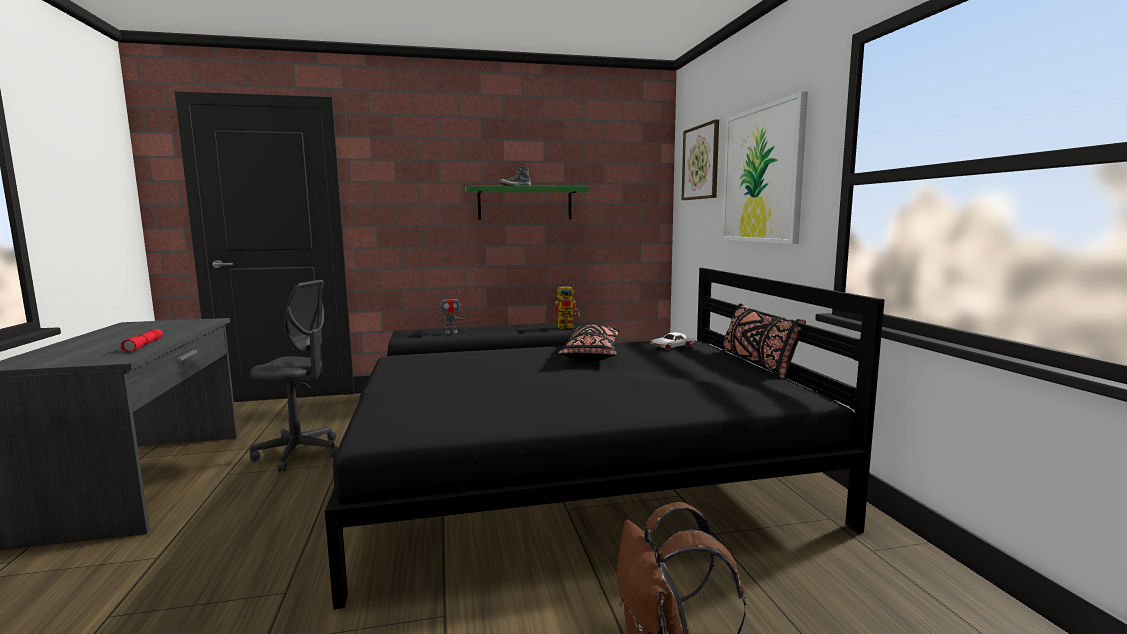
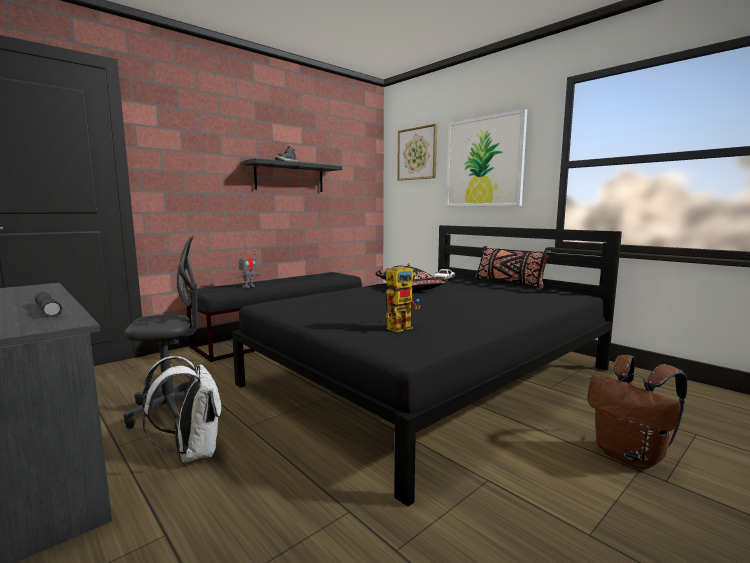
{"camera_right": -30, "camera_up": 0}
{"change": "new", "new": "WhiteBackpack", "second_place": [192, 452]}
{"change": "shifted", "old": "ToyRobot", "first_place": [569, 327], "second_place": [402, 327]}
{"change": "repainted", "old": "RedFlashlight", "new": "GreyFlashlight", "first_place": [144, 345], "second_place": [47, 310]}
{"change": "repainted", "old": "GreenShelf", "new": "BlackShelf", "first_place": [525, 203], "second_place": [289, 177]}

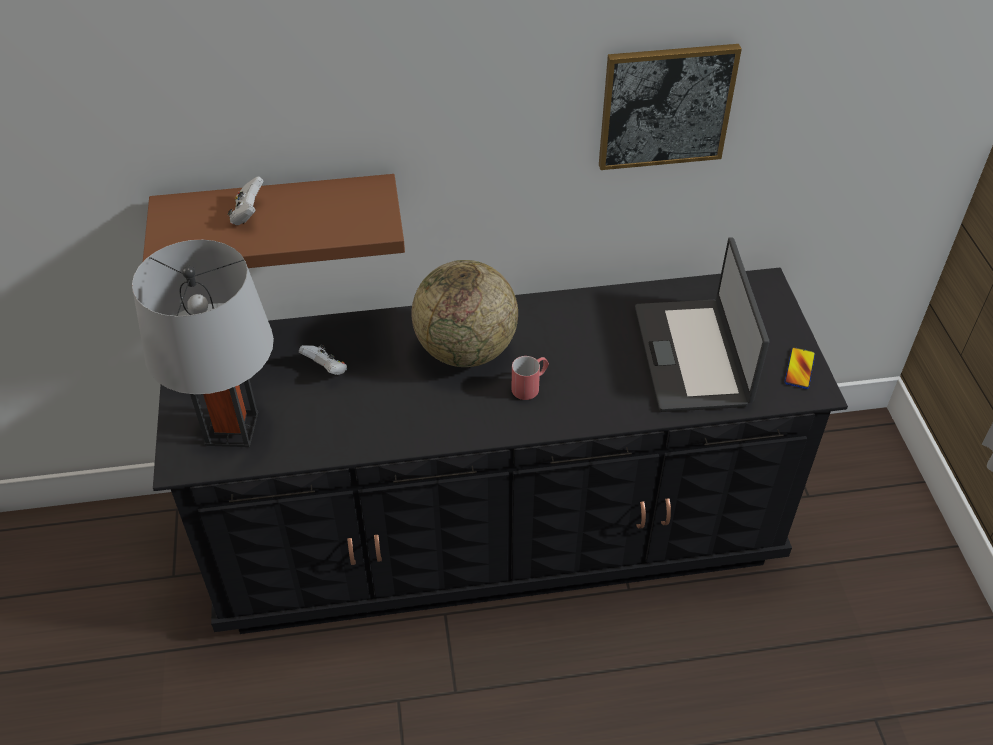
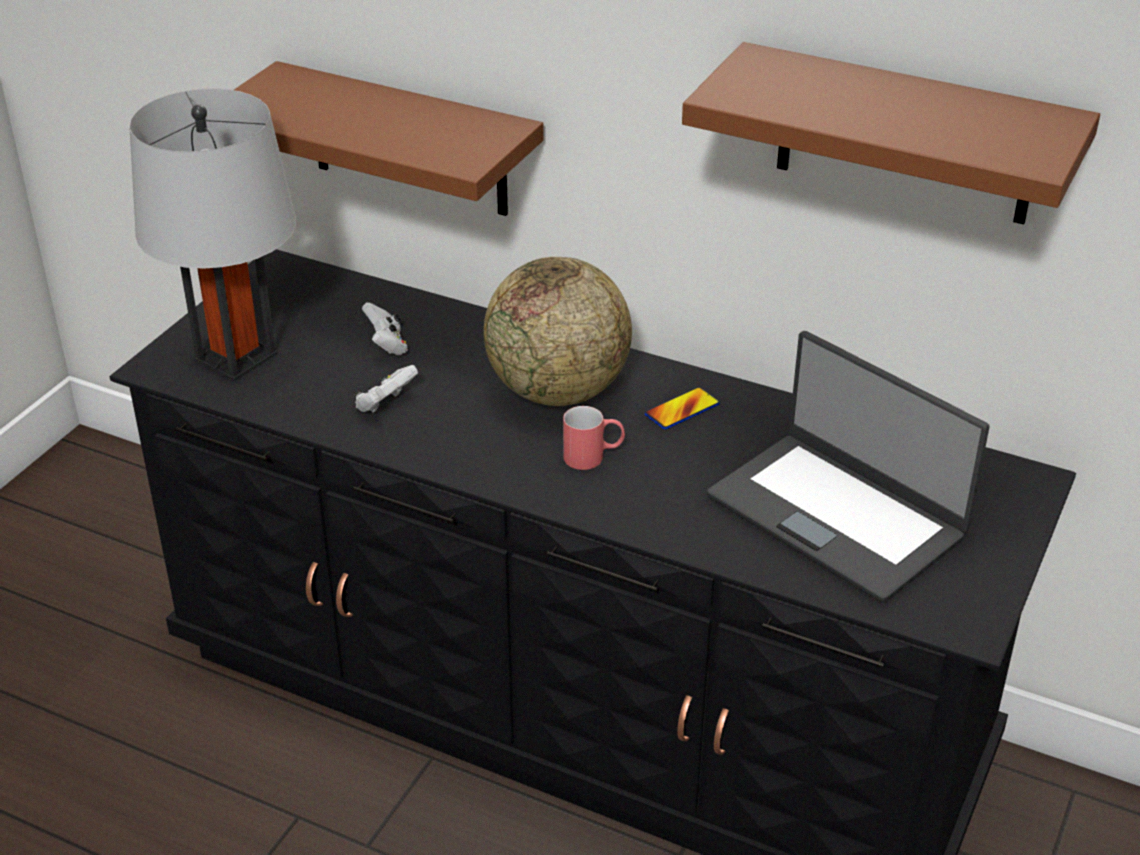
{"camera_right": 35, "camera_up": -10}
{"change": "shifted", "old": "WhiteGameController", "first_place": [248, 214], "second_place": [385, 405]}
{"change": "shifted", "old": "Phone", "first_place": [799, 369], "second_place": [682, 410]}
{"change": "swapped", "old": "Picture", "new": "BrownShelf", "first_place": [666, 106], "second_place": [906, 135]}
{"change": "rotated", "old": "Laptop", "first_place": [693, 355], "second_place": [837, 515], "degrees": -75}

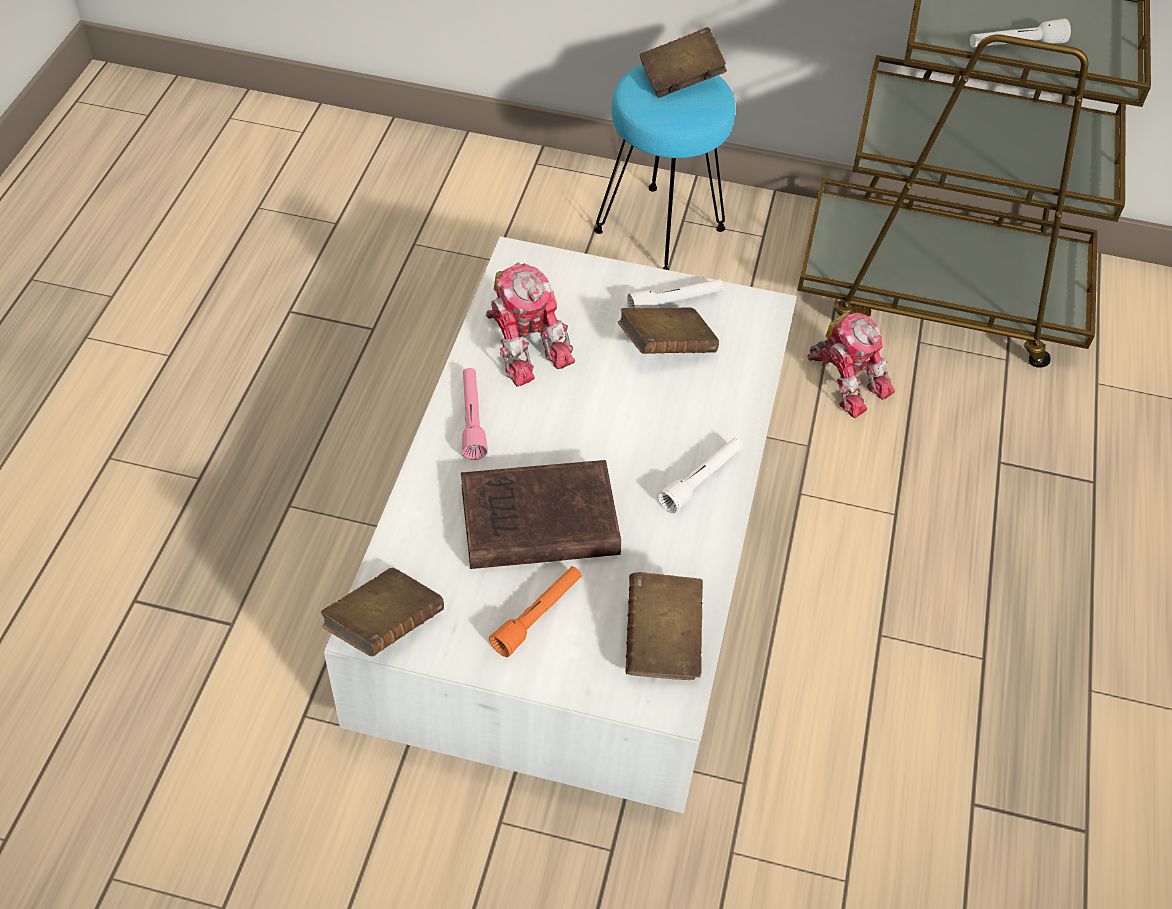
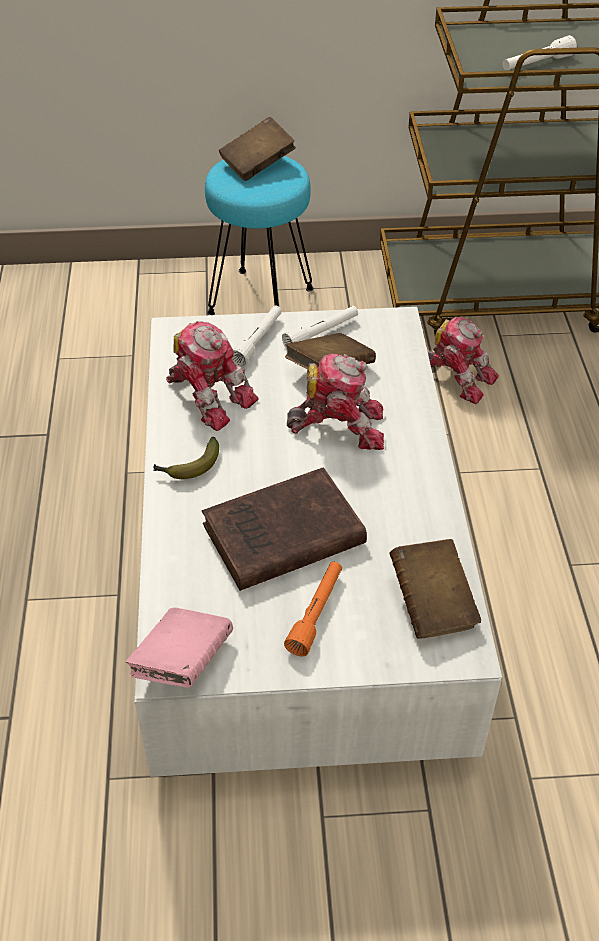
{"camera_right": -15, "camera_up": -5}
{"change": "new", "new": "ToyRobot", "second_place": [339, 425]}
{"change": "shifted", "old": "WhiteFlashlight", "first_place": [701, 480], "second_place": [258, 341]}
{"change": "swapped", "old": "PinkFlashlight", "new": "Banana", "first_place": [472, 419], "second_place": [189, 467]}
{"change": "repainted", "old": "BrownBook", "new": "PinkBook", "first_place": [384, 626], "second_place": [182, 662]}

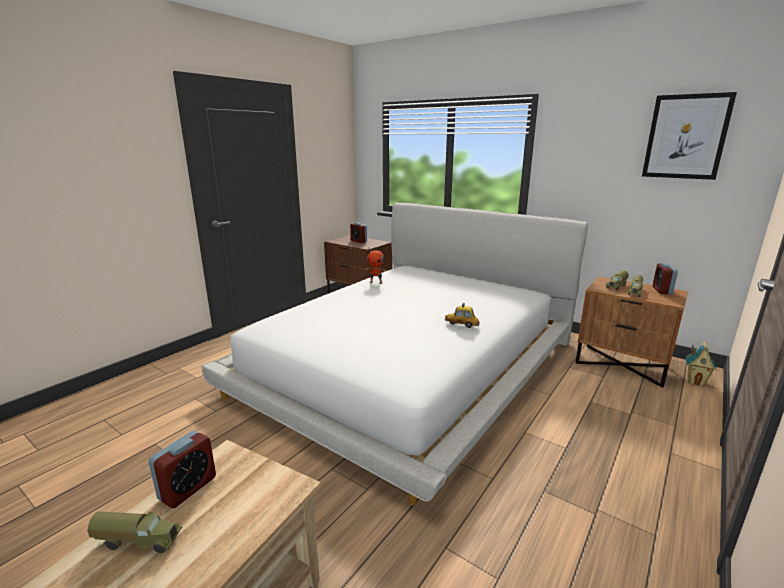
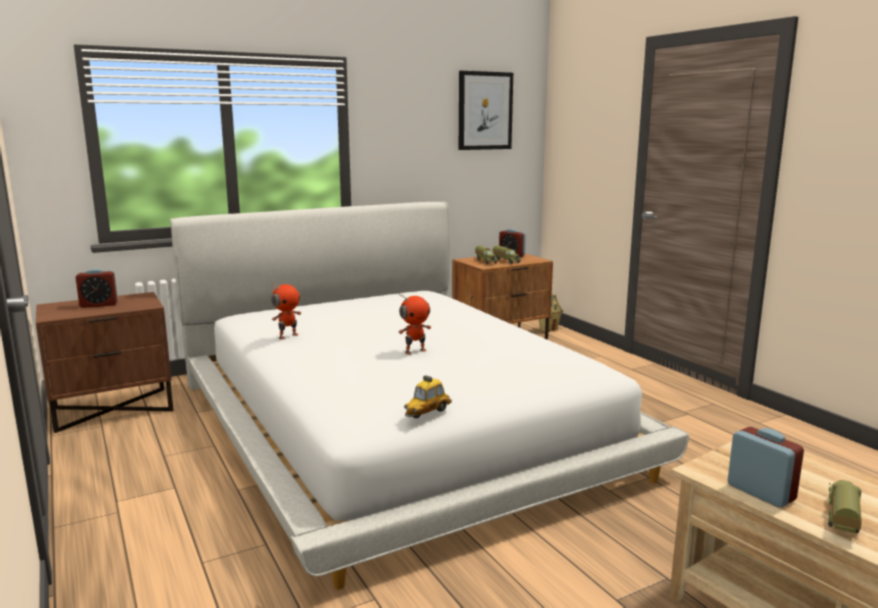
{"camera_right": -65, "camera_up": -5}
{"change": "new", "new": "ToyRobot", "second_place": [415, 351]}
{"change": "shifted", "old": "ToyCar", "first_place": [461, 324], "second_place": [427, 412]}

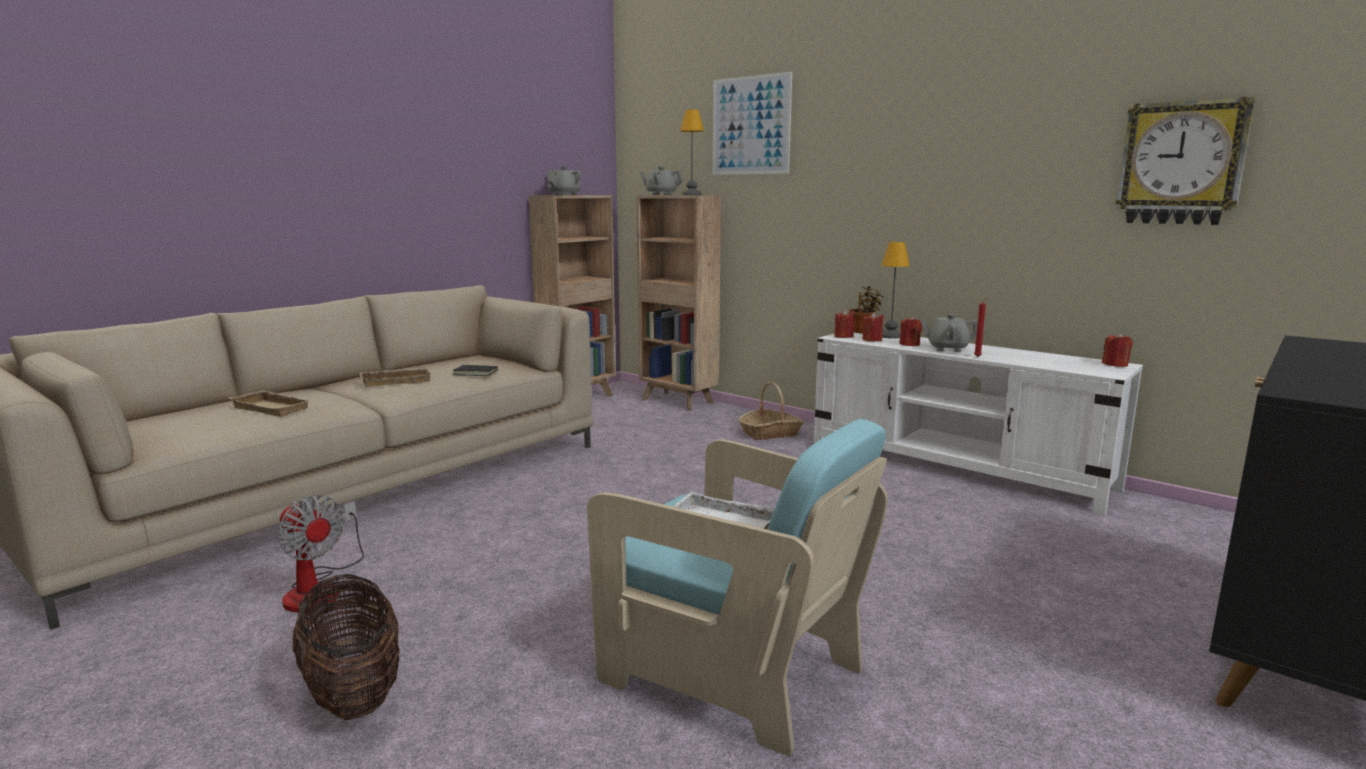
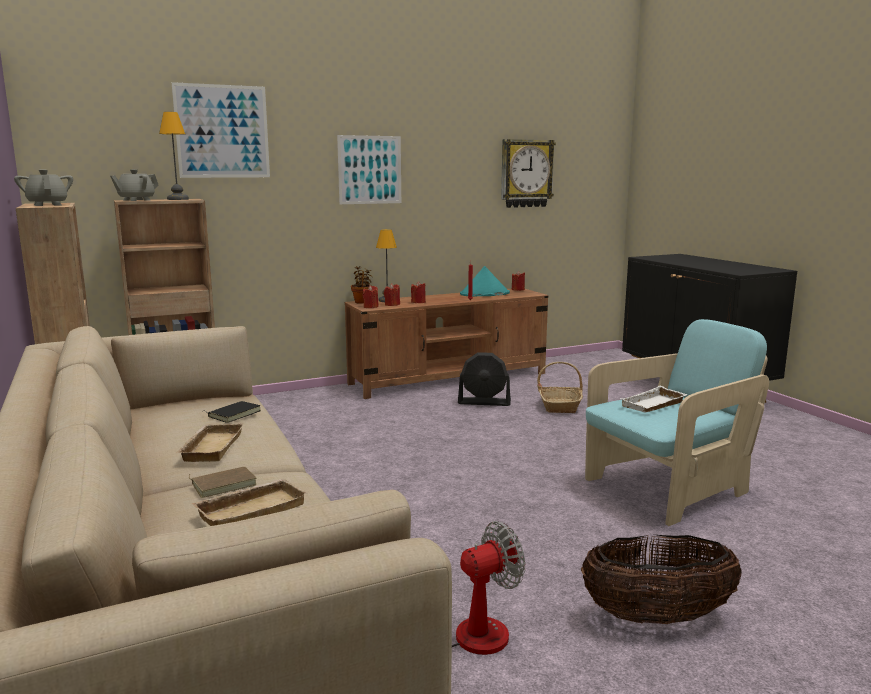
{"camera_right": -65, "camera_up": 0}
{"change": "gone", "old": "GreyTeapot", "first_place": [947, 349]}
{"change": "new", "new": "BrownBook", "second_place": [223, 484]}
{"change": "new", "new": "Picture", "second_place": [370, 170]}
{"change": "new", "new": "BlackFan", "second_place": [484, 402]}
{"change": "new", "new": "TurquoiseHat", "second_place": [484, 294]}
{"change": "shifted", "old": "Basket", "first_place": [770, 433], "second_place": [560, 406]}
{"change": "repainted", "old": "WhiteTvStand", "new": "BrownTvStand", "first_place": [957, 467], "second_place": [449, 378]}

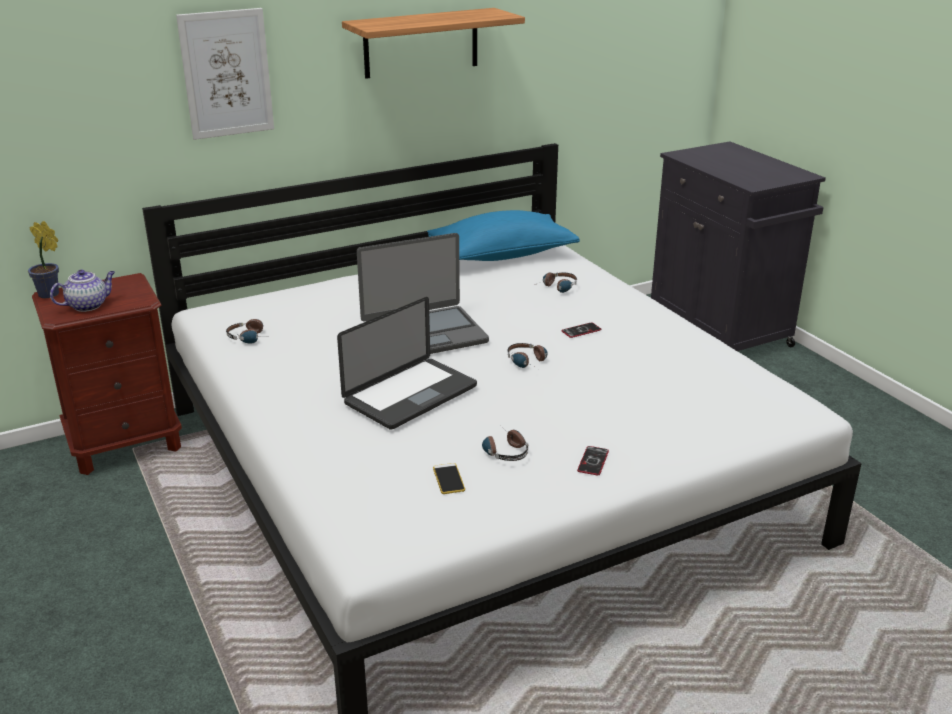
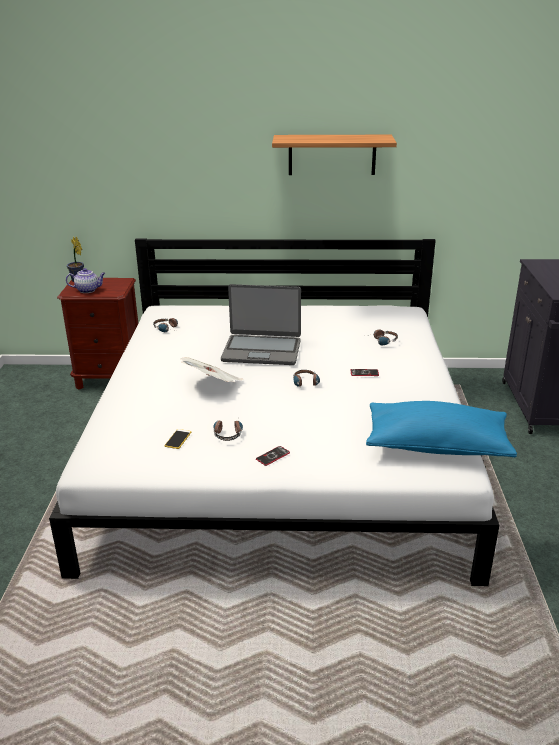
{"camera_right": 30, "camera_up": 0}
{"change": "gone", "old": "Picture", "first_place": [226, 74]}
{"change": "shifted", "old": "BluePillow", "first_place": [502, 255], "second_place": [436, 446]}
{"change": "swapped", "old": "Laptop", "new": "Newspaper", "first_place": [410, 395], "second_place": [213, 384]}

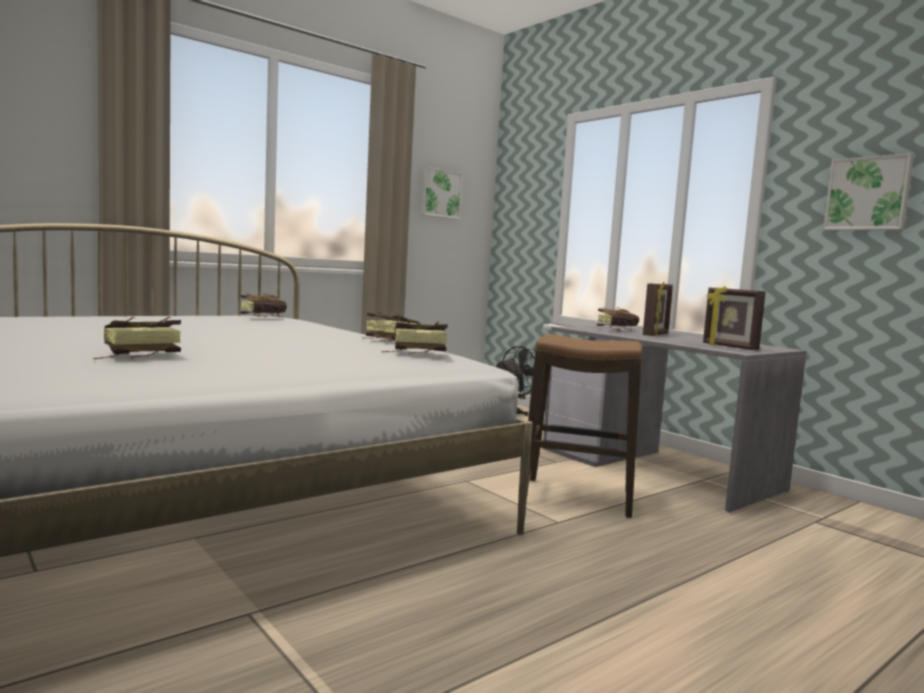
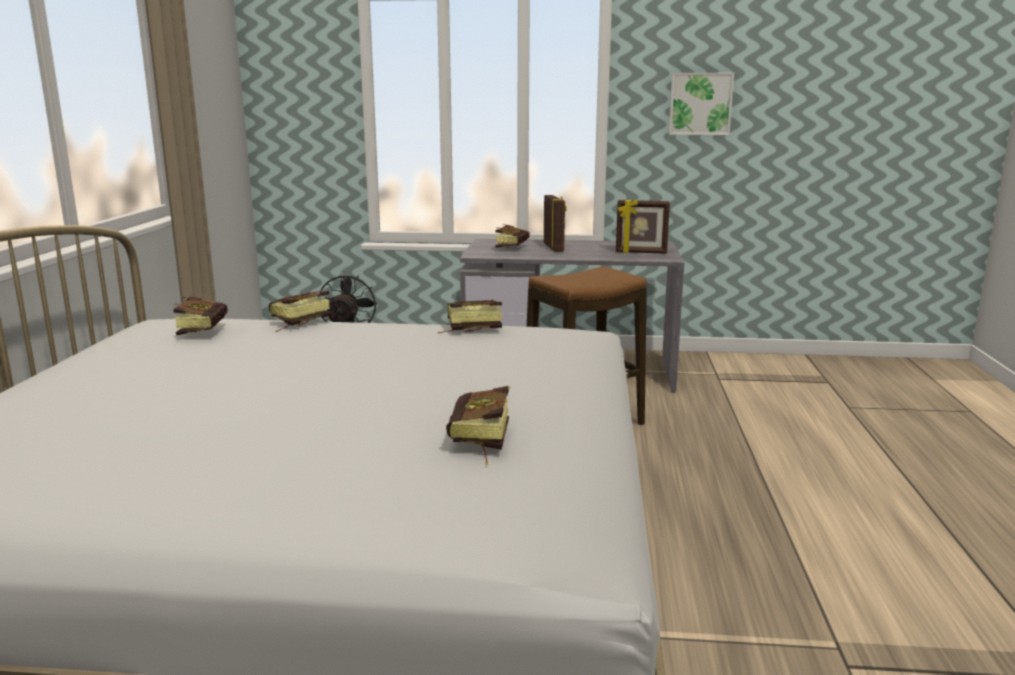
{"camera_right": -45, "camera_up": 10}
{"change": "gone", "old": "Picture", "first_place": [440, 193]}
{"change": "shifted", "old": "Book", "first_place": [413, 352], "second_place": [296, 323]}

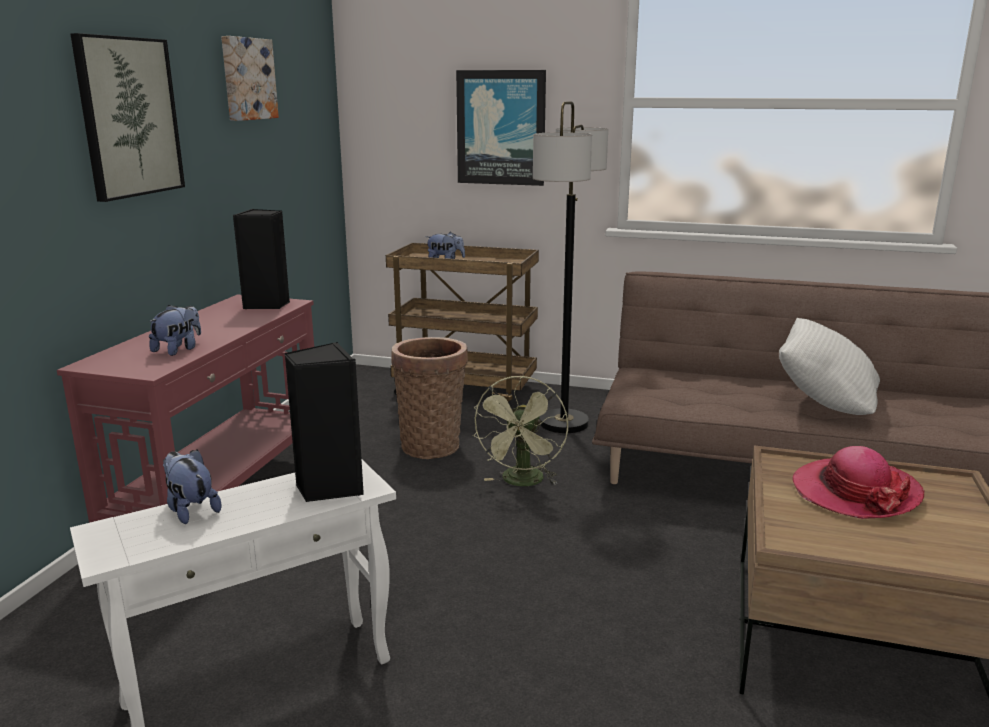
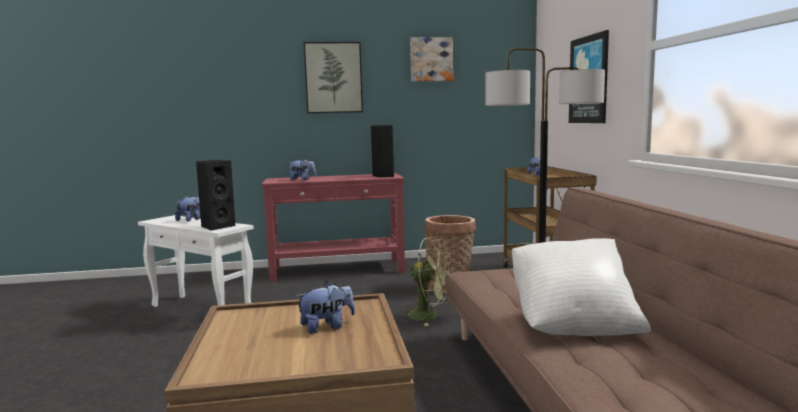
{"camera_right": 65, "camera_up": -10}
{"change": "swapped", "old": "Hat", "new": "PlushToy", "first_place": [854, 492], "second_place": [327, 327]}
{"change": "rotated", "old": "GreenFan", "first_place": [522, 482], "second_place": [430, 316], "degrees": -150}

